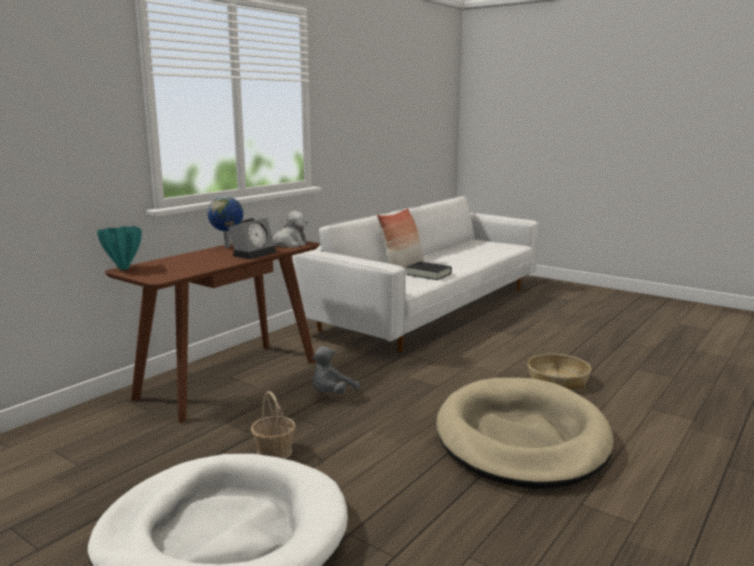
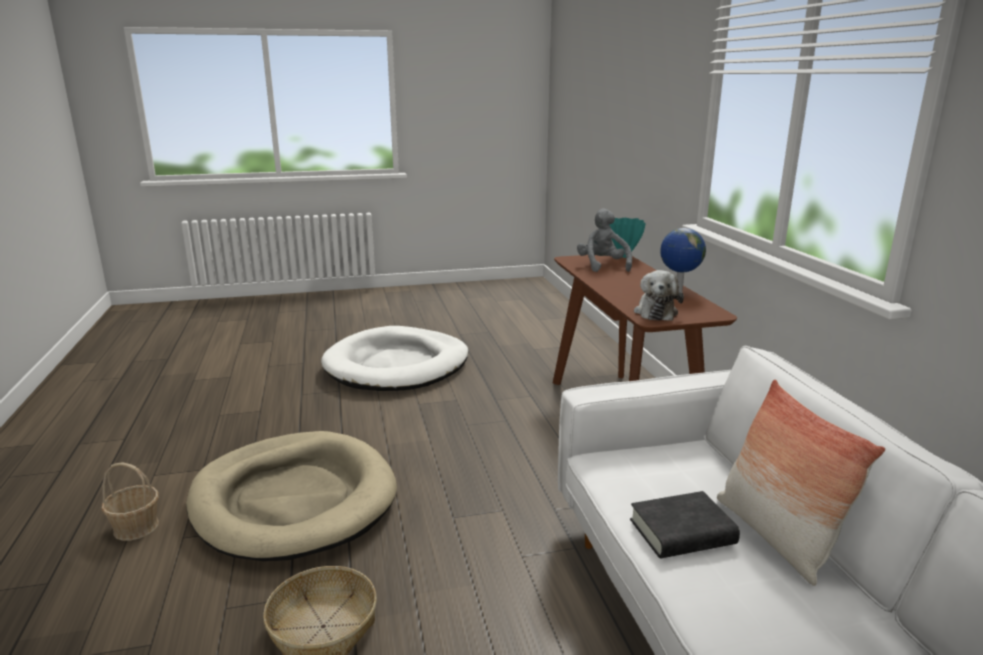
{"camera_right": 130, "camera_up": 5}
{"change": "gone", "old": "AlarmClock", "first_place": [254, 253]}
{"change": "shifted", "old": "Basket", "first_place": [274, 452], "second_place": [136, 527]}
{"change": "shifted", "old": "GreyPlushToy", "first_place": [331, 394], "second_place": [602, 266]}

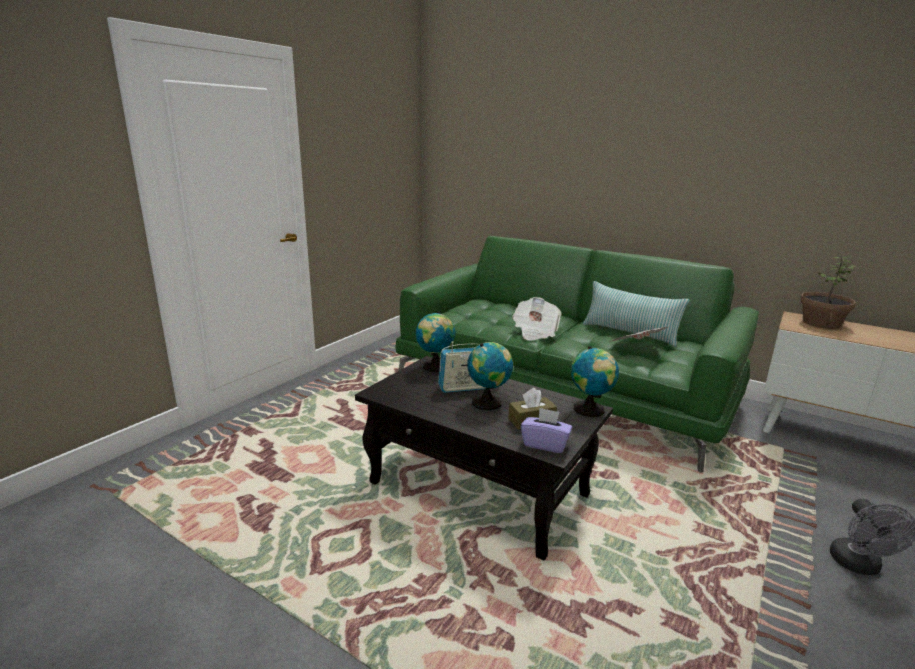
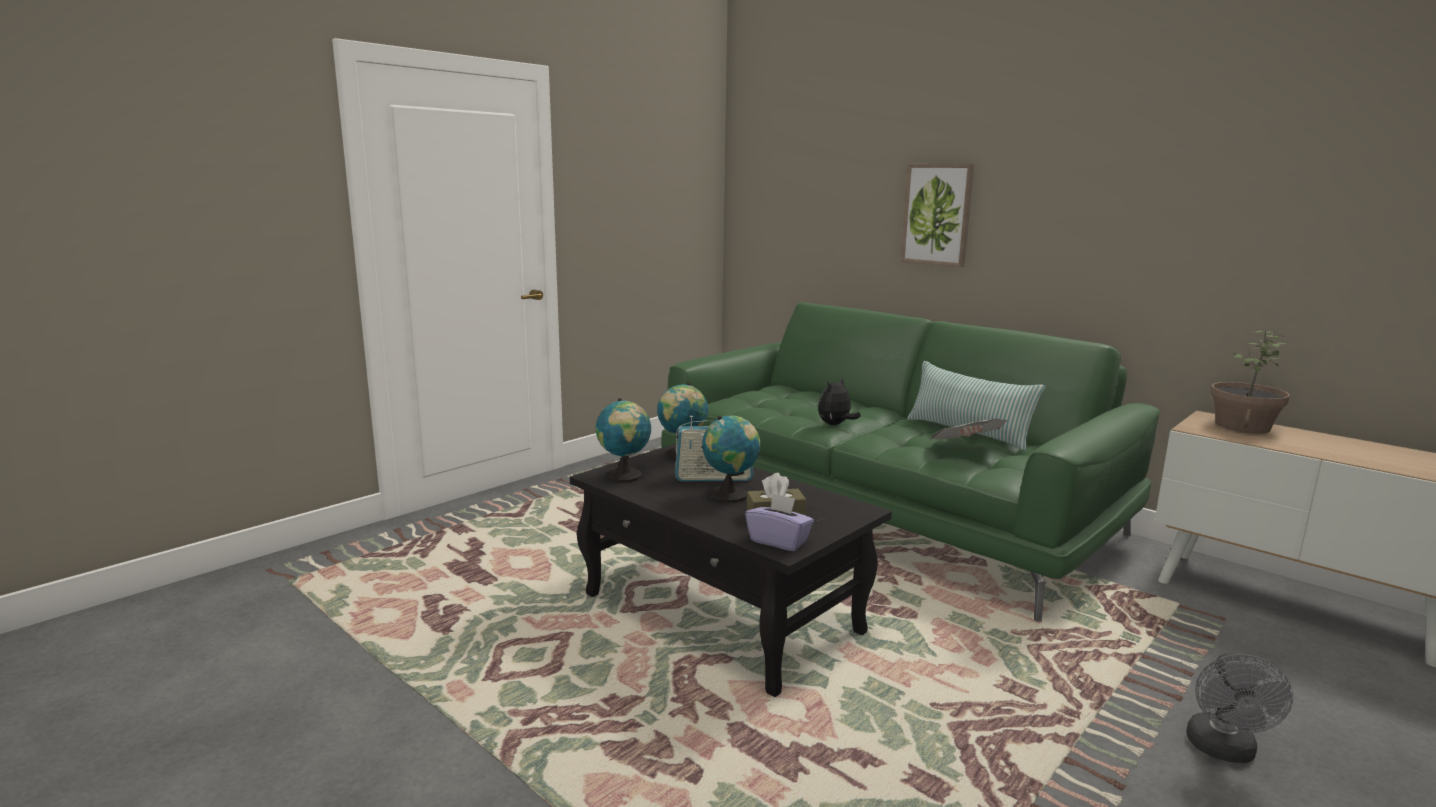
{"camera_right": 10, "camera_up": -5}
{"change": "new", "new": "Picture", "second_place": [937, 214]}
{"change": "shifted", "old": "Globe", "first_place": [590, 410], "second_place": [625, 476]}
{"change": "swapped", "old": "Newspaper", "new": "PlushToy", "first_place": [535, 332], "second_place": [835, 425]}

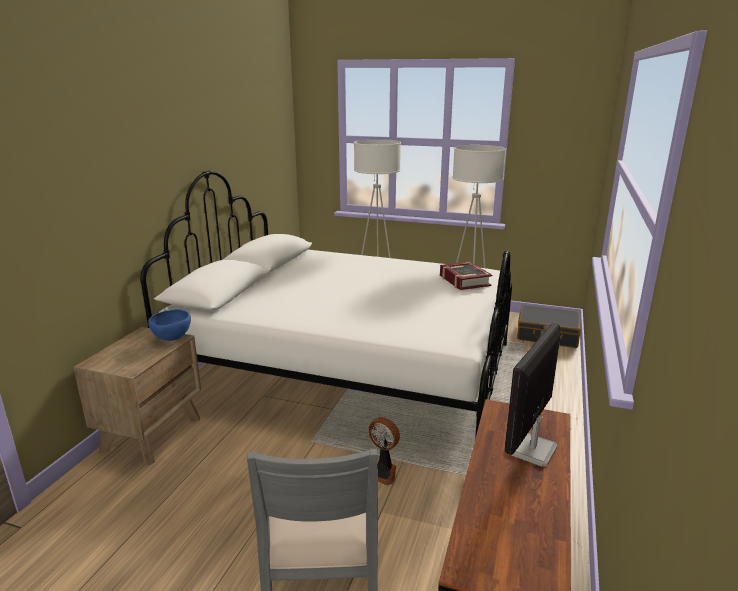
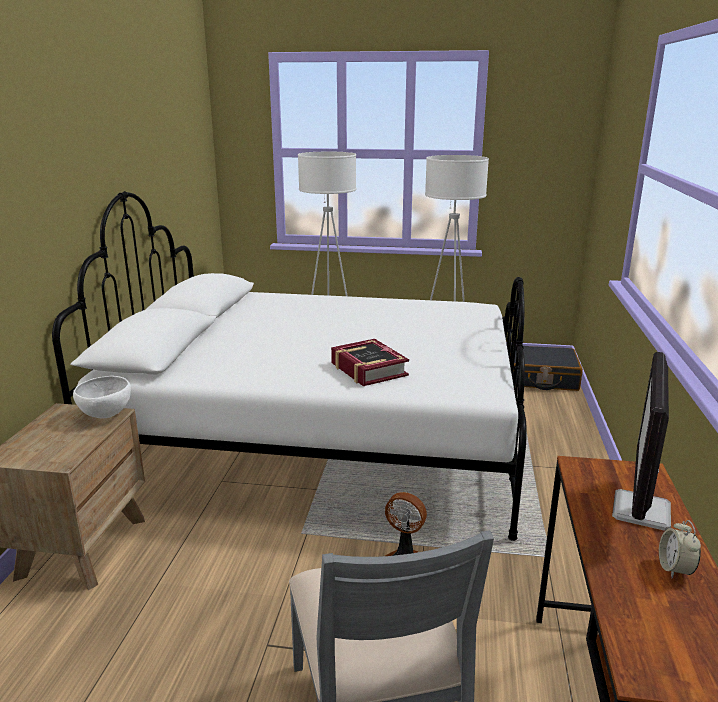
{"camera_right": -10, "camera_up": 0}
{"change": "new", "new": "AlarmClock", "second_place": [675, 569]}
{"change": "shifted", "old": "Book", "first_place": [464, 281], "second_place": [368, 369]}
{"change": "repainted", "old": "BlueBowl", "new": "WhiteBowl", "first_place": [172, 339], "second_place": [106, 416]}

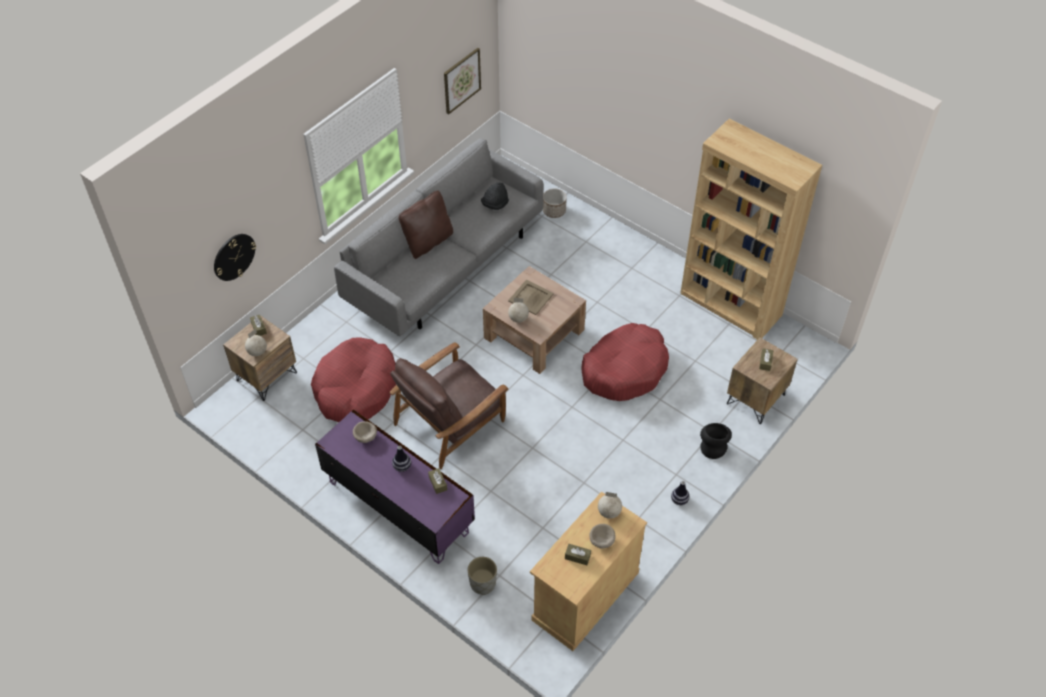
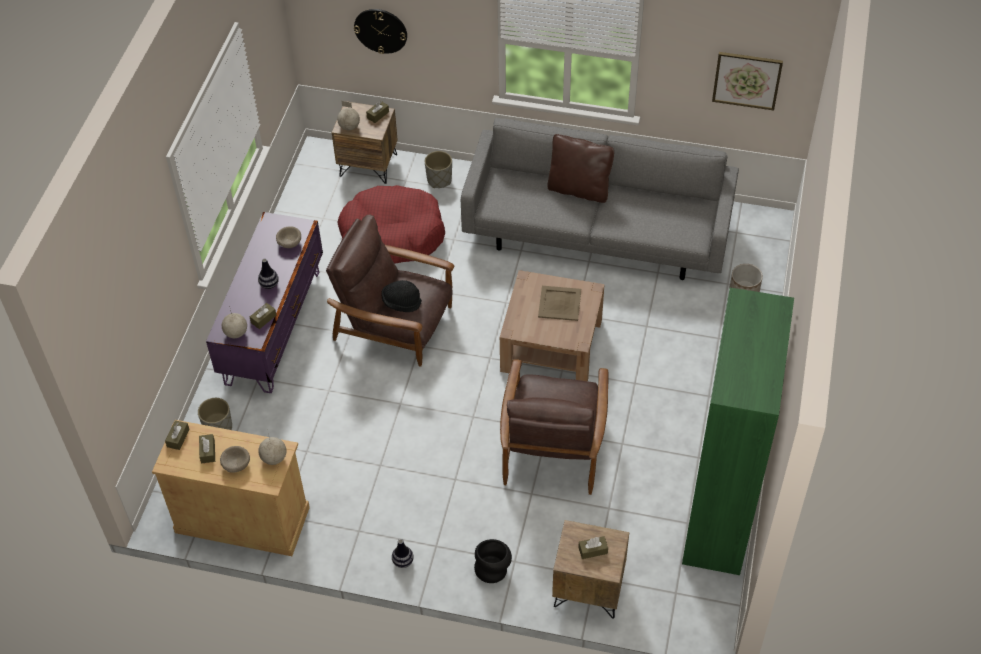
{"camera_right": 65, "camera_up": 0}
{"change": "new", "new": "BrownTissueBox", "second_place": [178, 438]}
{"change": "new", "new": "GreyPlanter", "second_place": [439, 180]}
{"change": "shifted", "old": "BlackHat", "first_place": [495, 204], "second_place": [401, 302]}
{"change": "shifted", "old": "Globe", "first_place": [518, 319], "second_place": [236, 333]}
{"change": "swapped", "old": "RedDogBed", "new": "BrownArmchair", "first_place": [624, 369], "second_place": [553, 445]}
{"change": "repainted", "old": "BrownBookcase", "new": "GreenBookcase", "first_place": [730, 305], "second_place": [719, 514]}

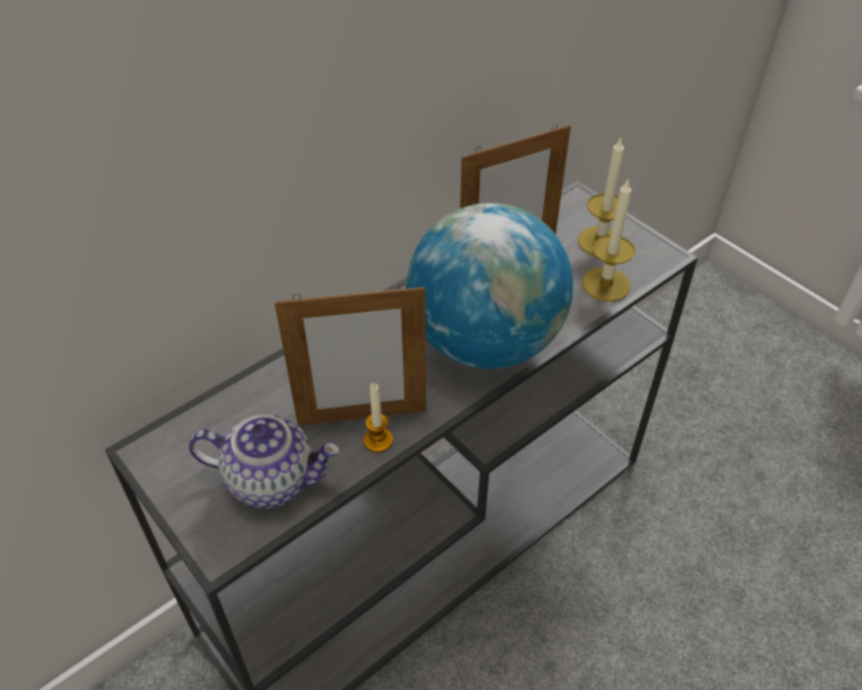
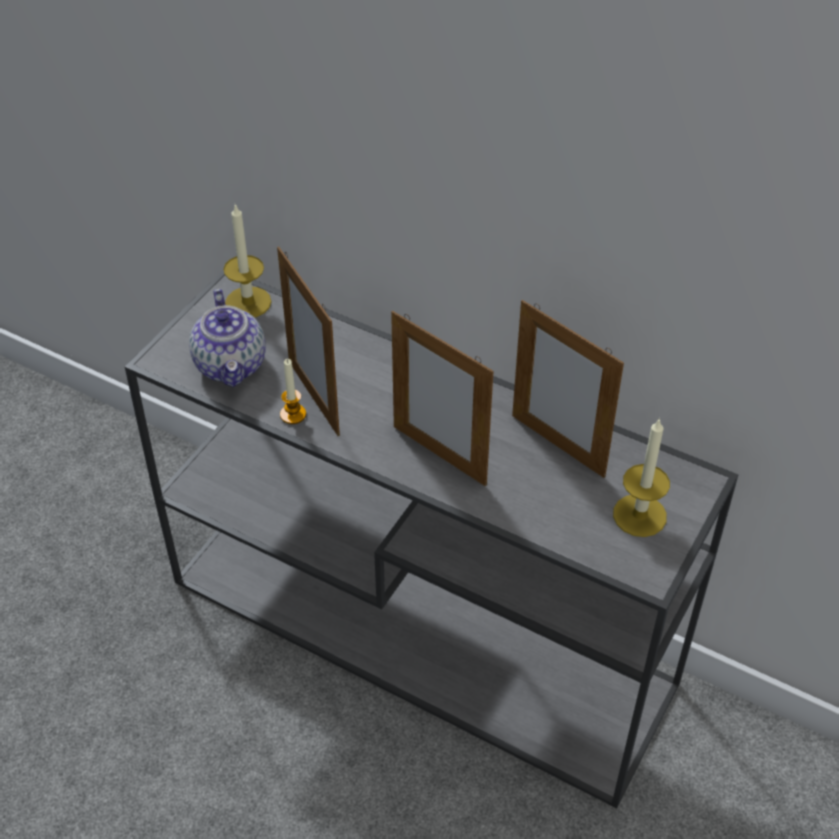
{"camera_right": 70, "camera_up": 0}
{"change": "shifted", "old": "Candle", "first_place": [605, 284], "second_place": [248, 302]}
{"change": "swapped", "old": "Globe", "new": "PictureFrame", "first_place": [485, 342], "second_place": [439, 455]}

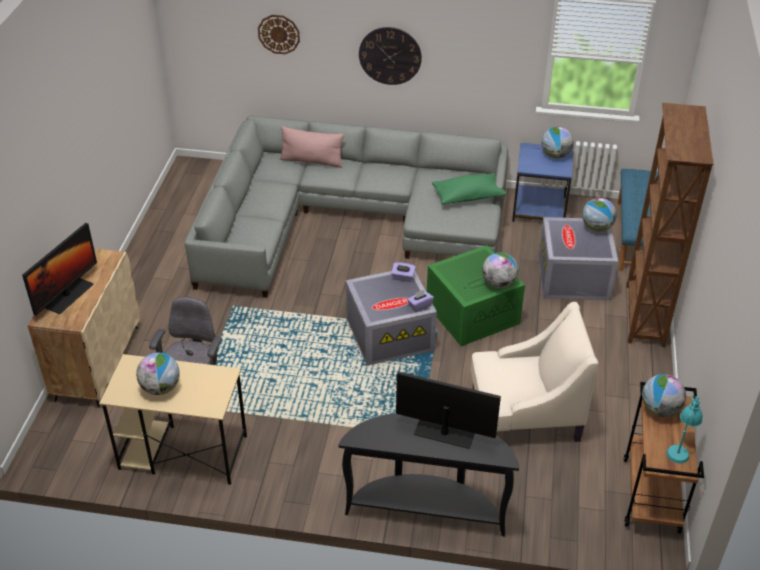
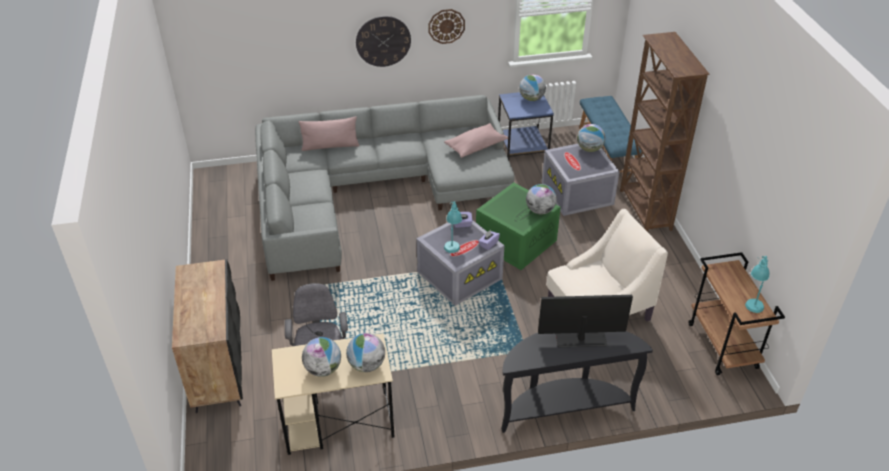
{"camera_right": -20, "camera_up": 0}
{"change": "gone", "old": "Monitor", "first_place": [68, 295]}
{"change": "new", "new": "TurquoiseTableLamp", "second_place": [452, 242]}
{"change": "shifted", "old": "WallClock", "first_place": [279, 34], "second_place": [446, 26]}
{"change": "shifted", "old": "Globe", "first_place": [660, 409], "second_place": [366, 365]}
{"change": "repainted", "old": "BeigeCabinet", "new": "BlackCabinet", "first_place": [97, 362], "second_place": [218, 367]}
{"change": "repainted", "old": "GreenPillow", "new": "PinkPillow", "first_place": [468, 196], "second_place": [476, 147]}

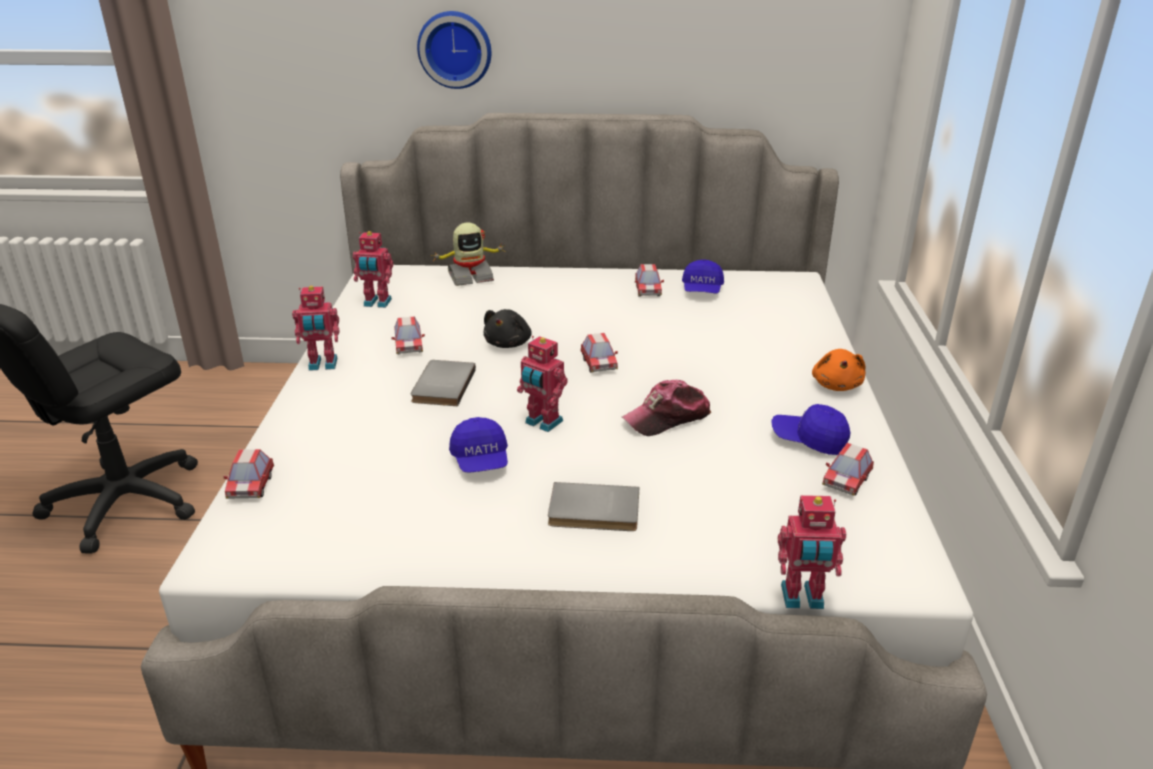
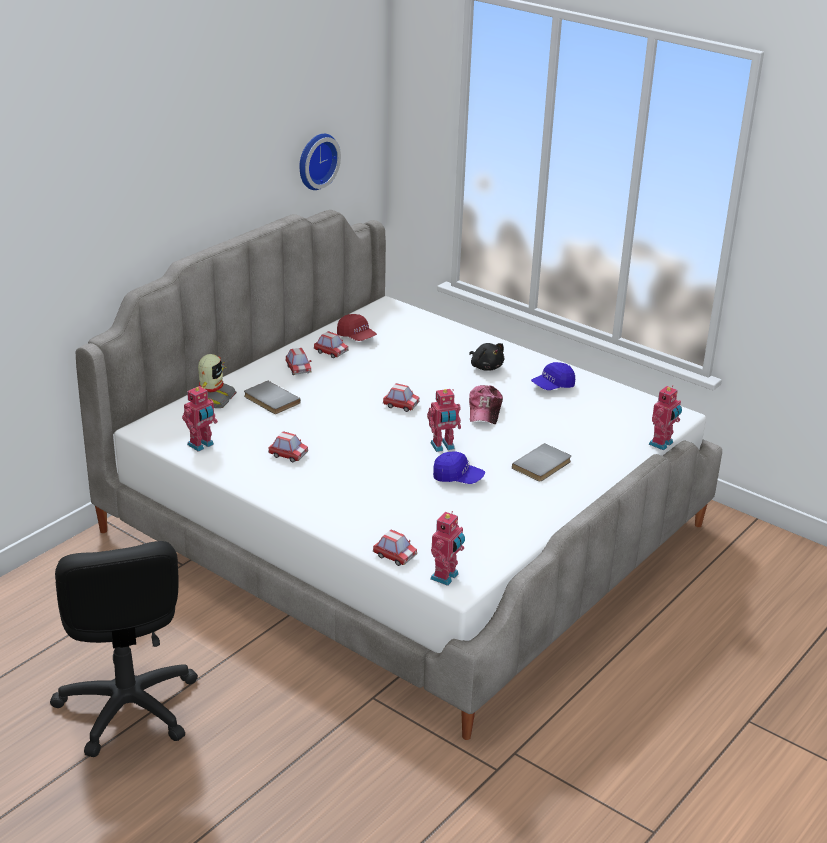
{"camera_right": -55, "camera_up": 0}
{"change": "gone", "old": "OrangePlushToy", "first_place": [836, 385]}
{"change": "shifted", "old": "ToyRobot", "first_place": [322, 365], "second_place": [446, 577]}
{"change": "shifted", "old": "GreyBook", "first_place": [441, 385], "second_place": [270, 400]}
{"change": "shifted", "old": "WallClock", "first_place": [455, 49], "second_place": [315, 160]}
{"change": "shifted", "old": "BlackPlushToy", "first_place": [509, 343], "second_place": [486, 367]}
{"change": "shifted", "old": "ToyCar", "first_place": [846, 481], "second_place": [298, 369]}
{"change": "repainted", "old": "BlueCap", "new": "RedCap", "first_place": [702, 290], "second_place": [356, 337]}

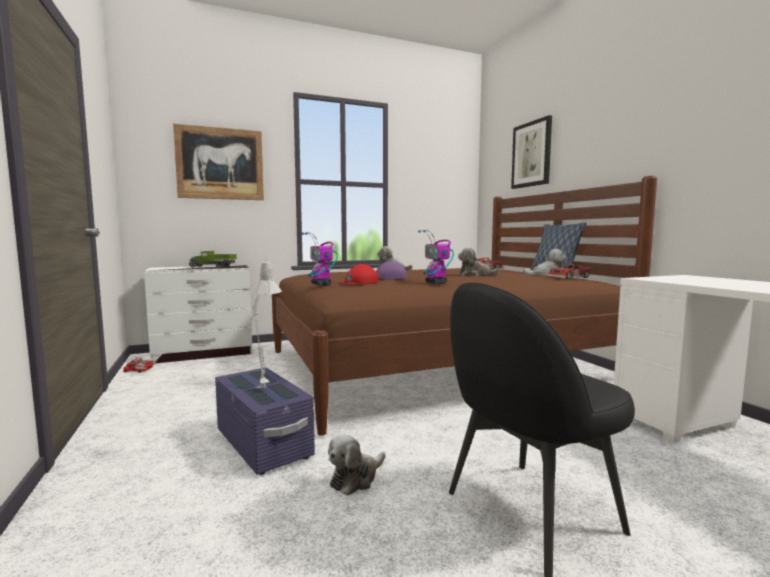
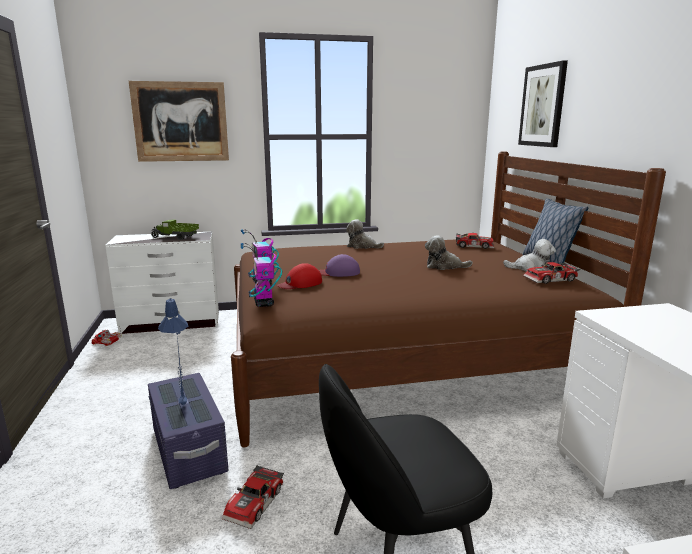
{"camera_right": 10, "camera_up": 10}
{"change": "shifted", "old": "ToyRobot", "first_place": [436, 283], "second_place": [264, 304]}
{"change": "swapped", "old": "PlushToy", "new": "ToyCar", "first_place": [356, 478], "second_place": [256, 503]}
{"change": "repainted", "old": "GreyTableLamp", "new": "BlueTableLamp", "first_place": [261, 386], "second_place": [183, 402]}

